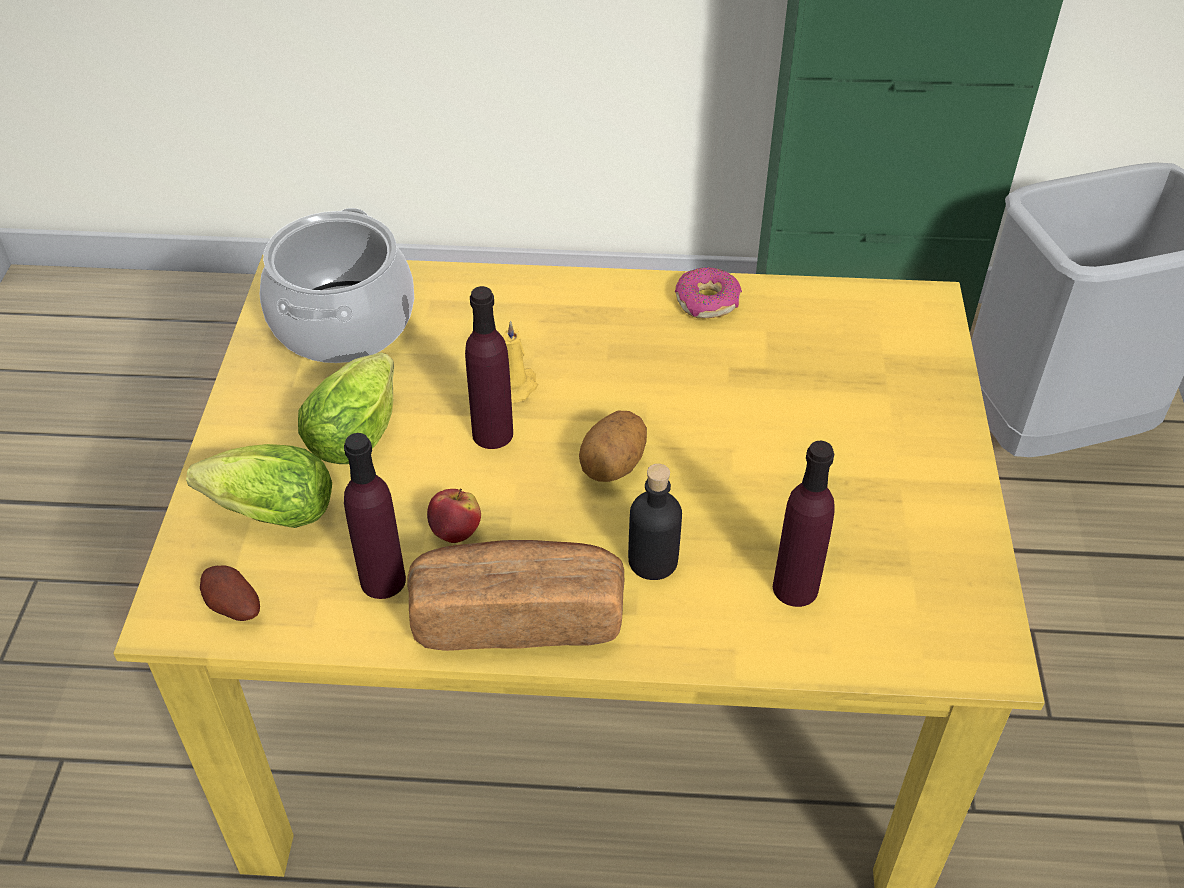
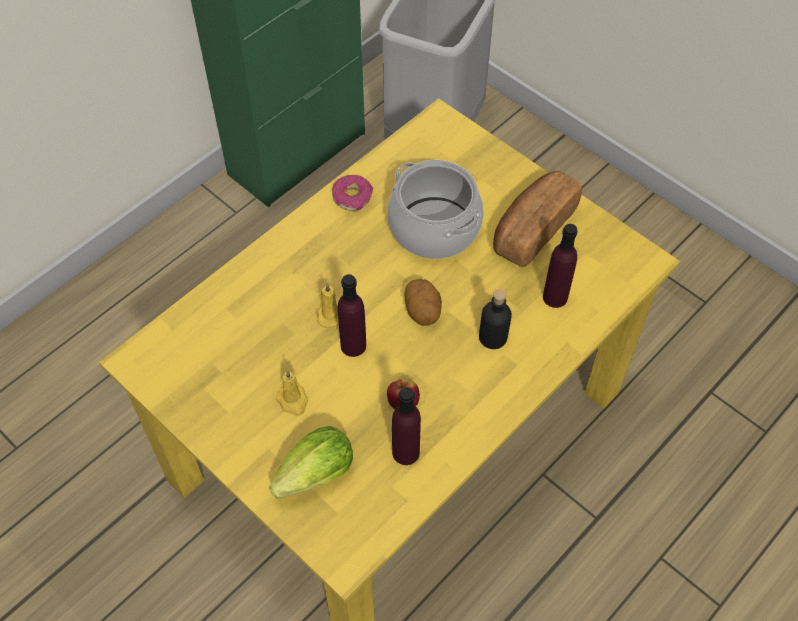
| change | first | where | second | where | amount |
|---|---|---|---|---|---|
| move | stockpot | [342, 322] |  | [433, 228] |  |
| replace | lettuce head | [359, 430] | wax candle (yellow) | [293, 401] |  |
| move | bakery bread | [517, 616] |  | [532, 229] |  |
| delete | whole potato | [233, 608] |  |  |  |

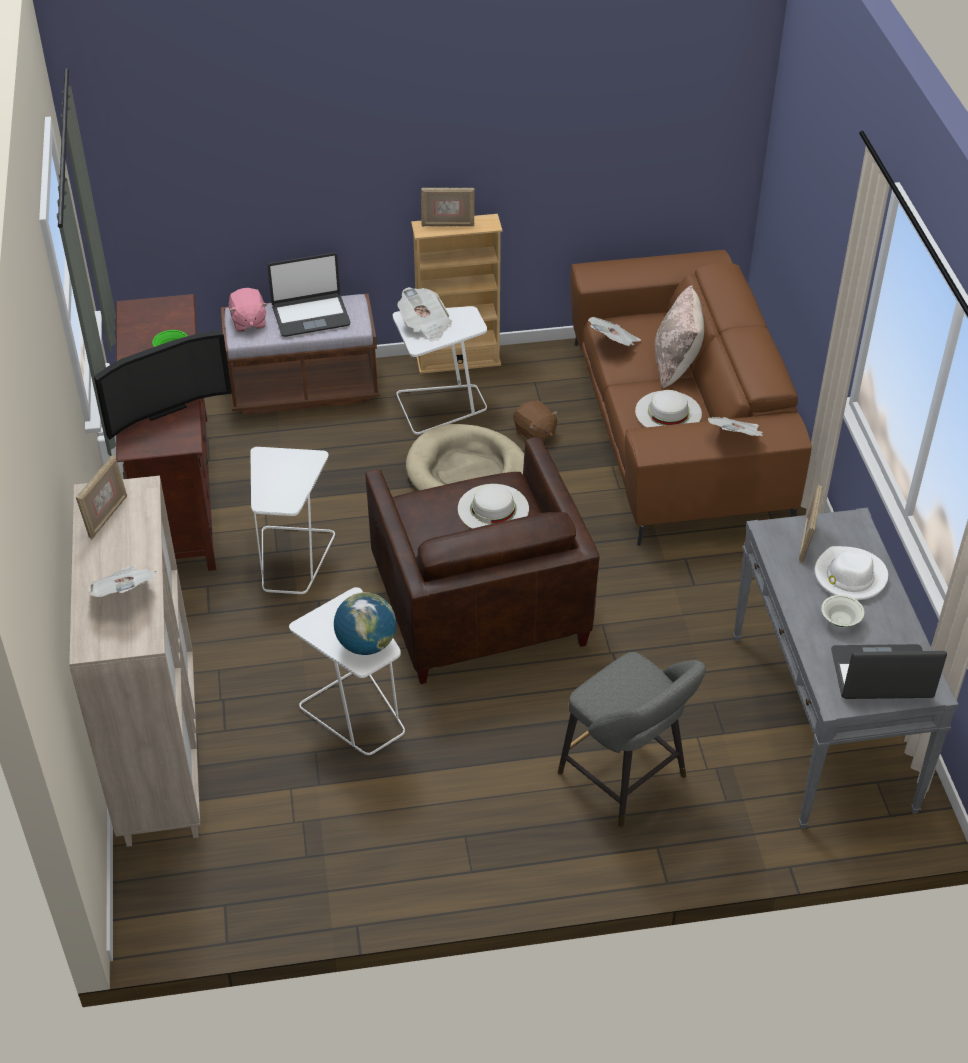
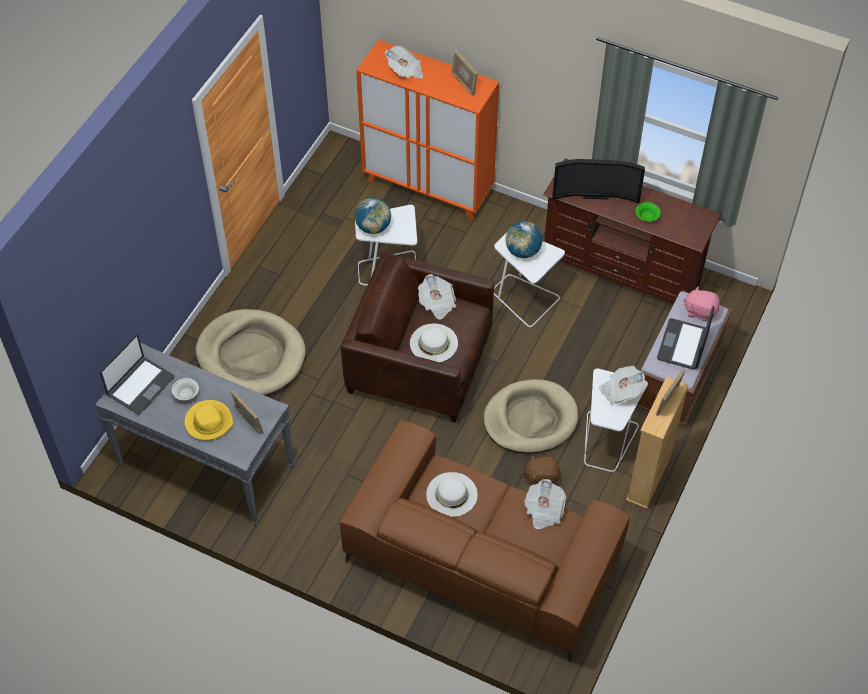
| change | first | where | second | where | amount |
|---|---|---|---|---|---|
| delete | throw pillow (sand-coloured) | [676, 365] |  |  |  |
| rotate | TV | [163, 408] |  | [595, 193] | 90 degrees counterclockwise |
| move | printed paper | [736, 437] |  | [437, 303] |  |
| recolor | cabinet (sand-coloured) | [159, 756] | cabinet (orange) | [428, 187] |  |
| recolor | hat (white-coloured) | [849, 577] | hat (yellow) | [208, 421] |  |
| replace | sitting stool (greyish) | [627, 779] | pet bed (sand-coloured) | [251, 356] |  |
| insert |  |  | world globe | [523, 251] |  |

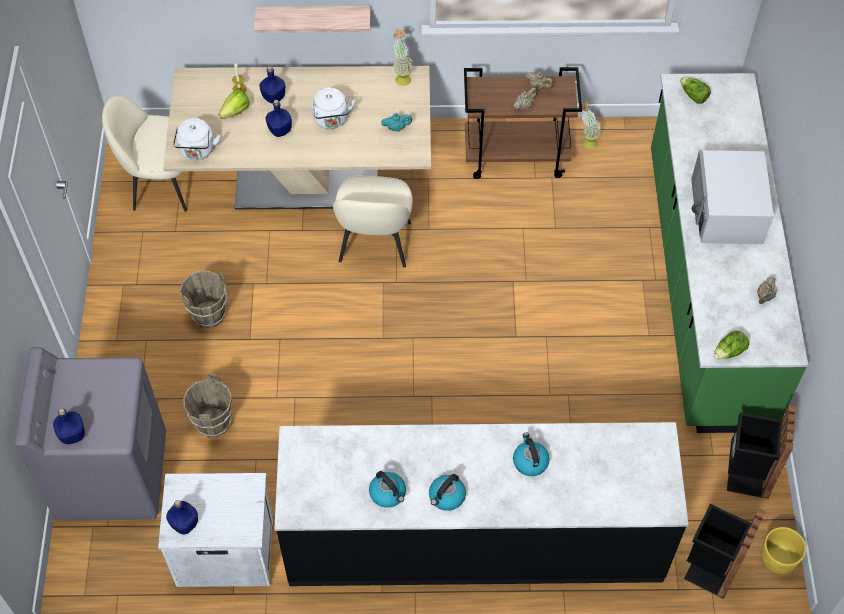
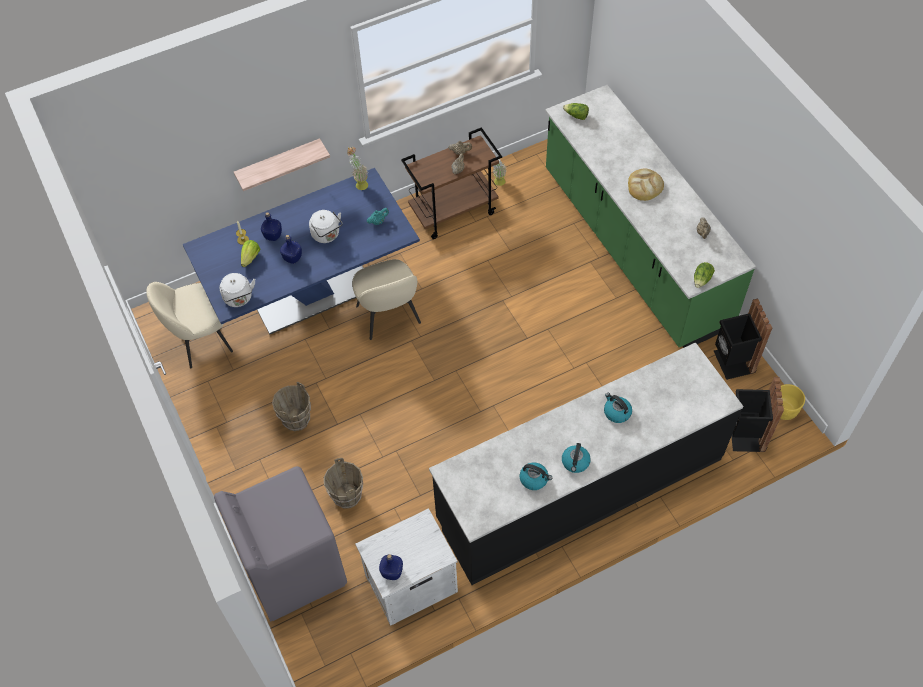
| change | first | where | second | where | amount |
|---|---|---|---|---|---|
| recolor | dinner table (sand-coloured) | [307, 182] | dinner table (blue-coloured) | [312, 292] |  |
| replace | kitchen microwave (white-coloured) | [727, 211] | bakery bread | [645, 186] |  |
| delete | drink bottle (blue-coloured) | [72, 435] |  |  |  |

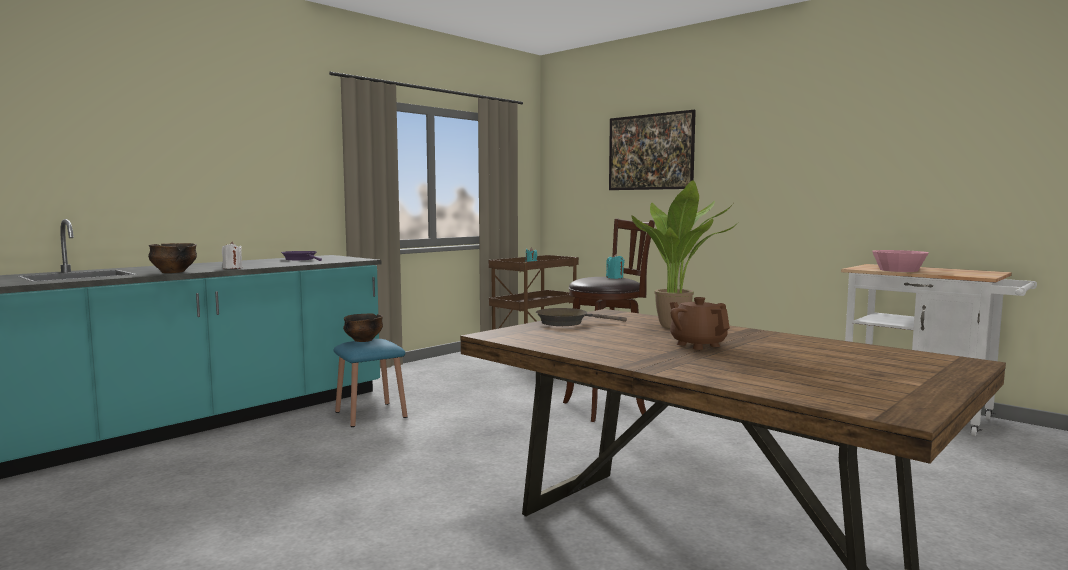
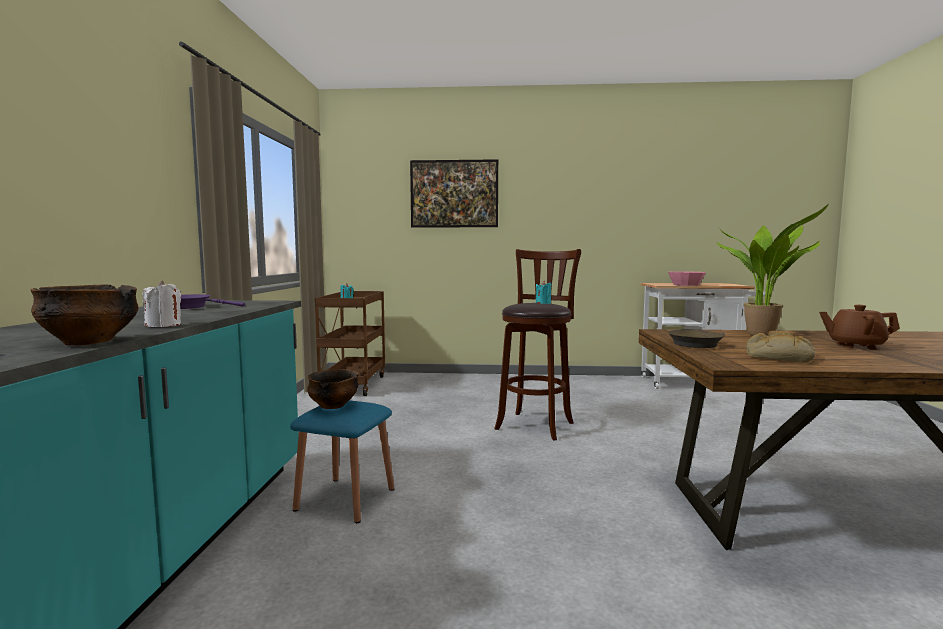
| change | first | where | second | where | amount |
|---|---|---|---|---|---|
| insert |  |  | bakery bread | [778, 356] |  |

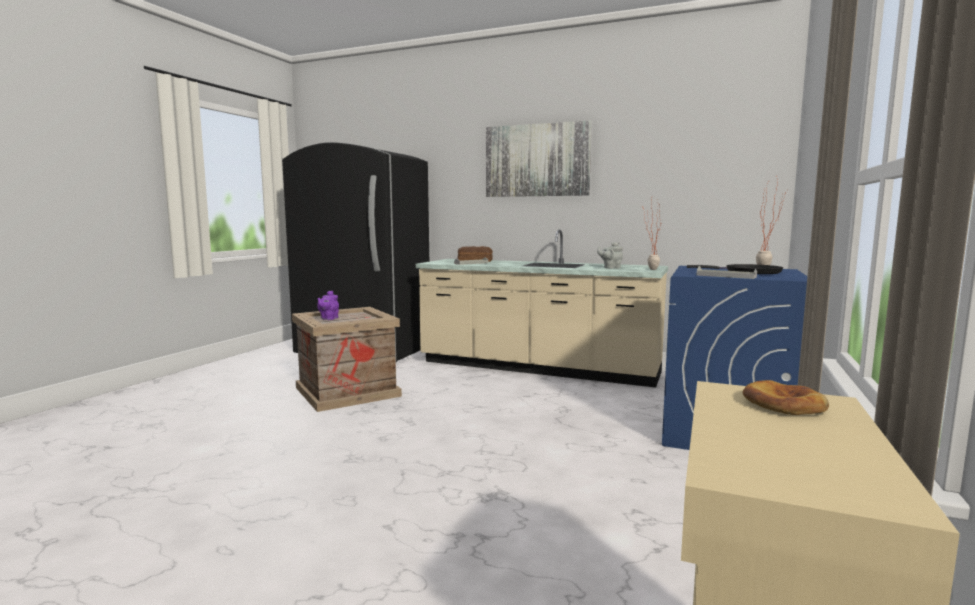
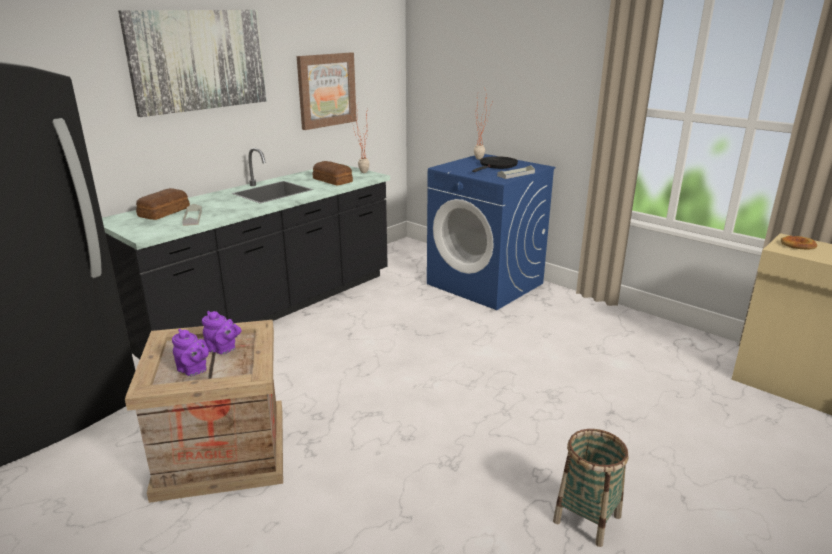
| change | first | where | second | where | amount |
|---|---|---|---|---|---|
| recolor | kitchen base unit (sand-coloured) | [537, 368] | kitchen base unit (black-coloured) | [270, 309] |  |
| replace | pot for tea (greyish) | [610, 268] | bakery bread | [332, 180] |  |
| insert |  |  | picture | [326, 90] |  |
| insert |  |  | pot for tea (purplish) | [223, 349] |  |
| insert |  |  | household basket | [587, 519] |  |

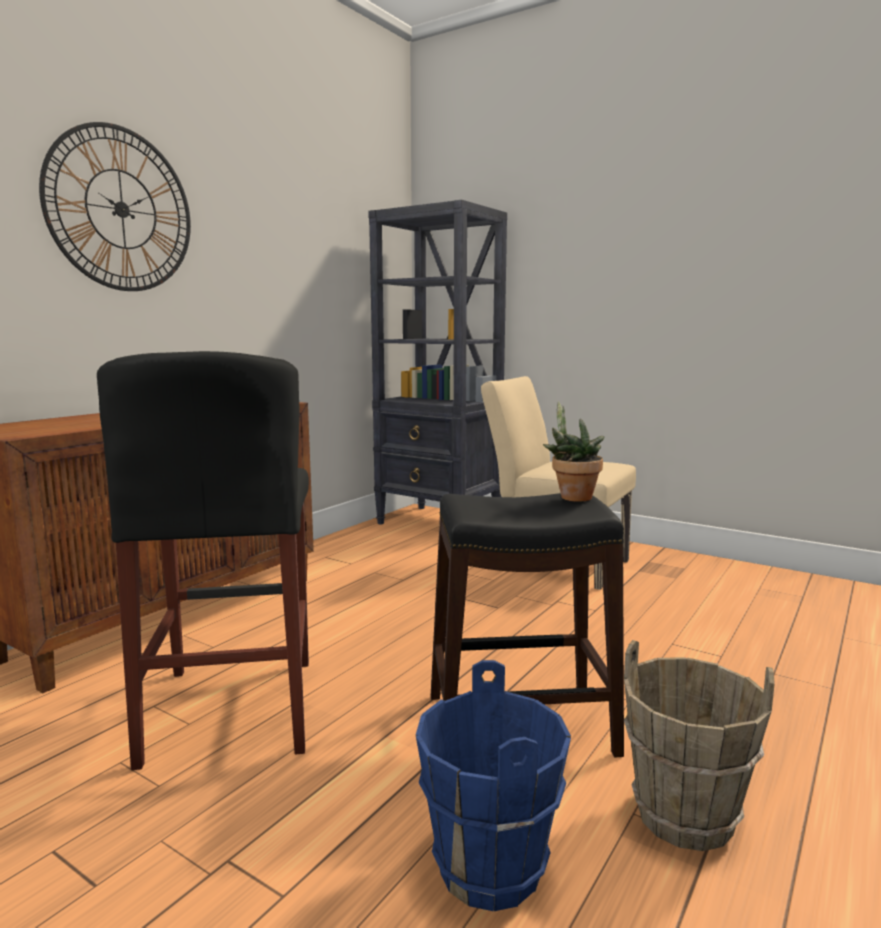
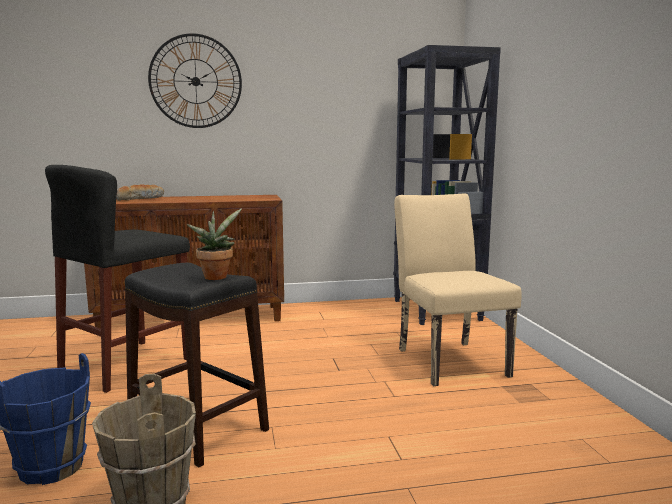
| change | first | where | second | where | amount |
|---|---|---|---|---|---|
| insert |  |  | bakery bread | [140, 199] |  |

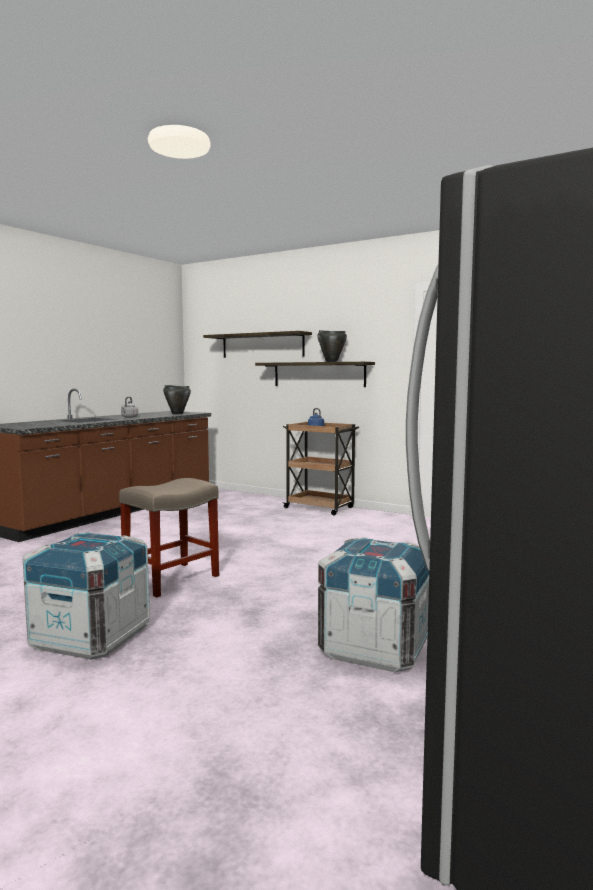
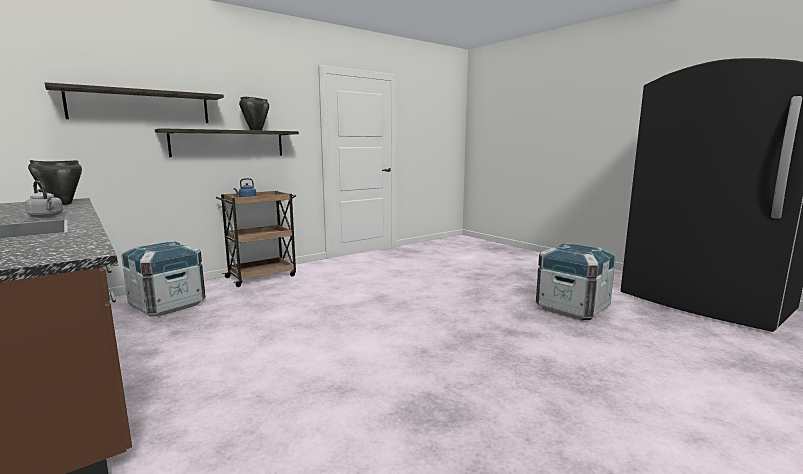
| change | first | where | second | where | amount |
|---|---|---|---|---|---|
| delete | sitting stool (sand-coloured) | [172, 579] |  |  |  |
| move | shipping crate | [90, 637] |  | [168, 305] |  |

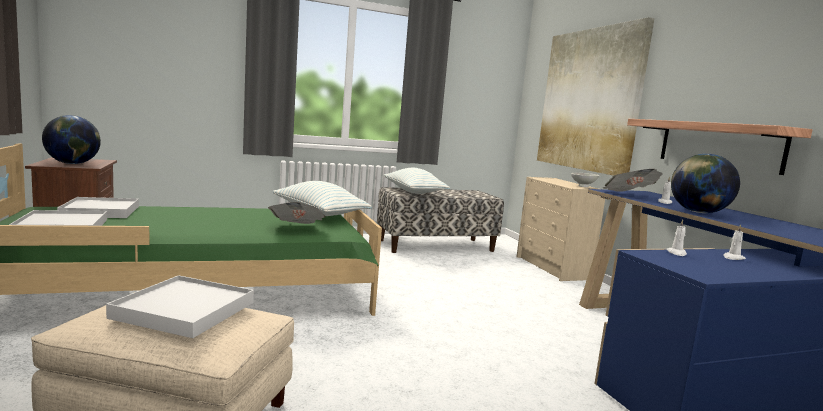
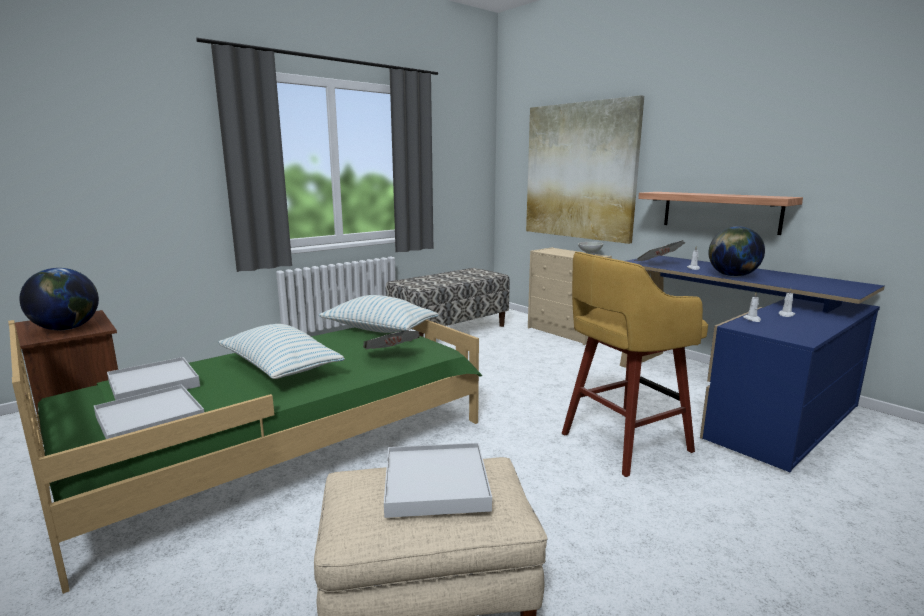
| change | first | where | second | where | amount |
|---|---|---|---|---|---|
| move | throw pillow | [413, 192] |  | [280, 368] |  |
| insert |  |  | sitting stool (yellow) | [622, 443] |  |

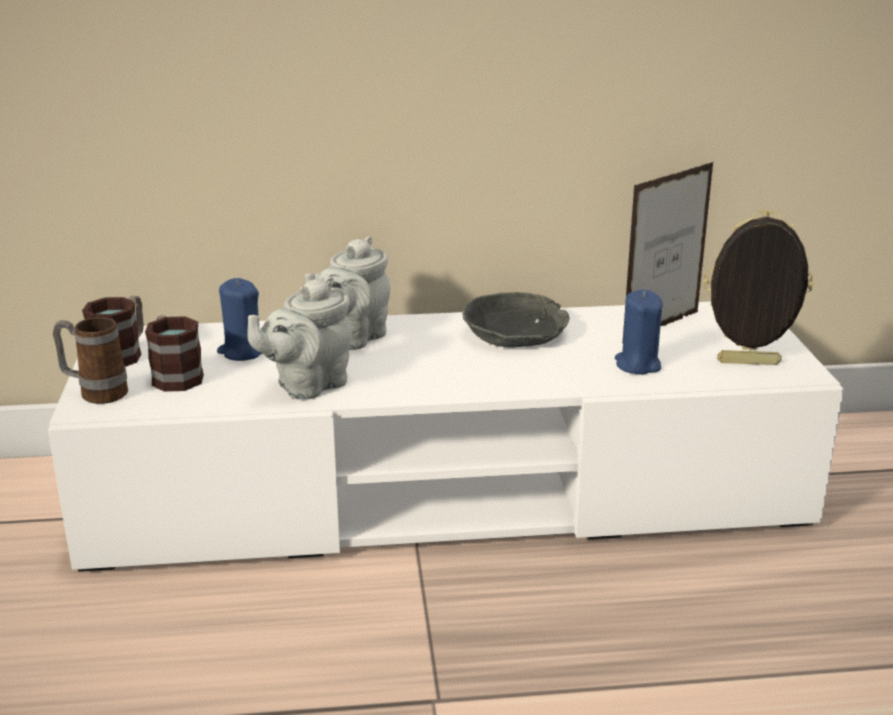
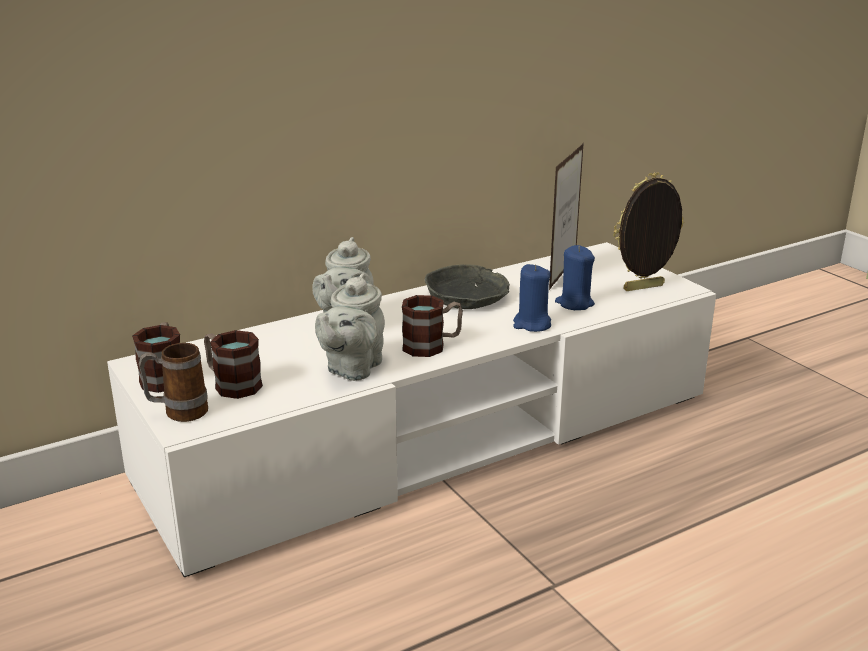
| change | first | where | second | where | amount |
|---|---|---|---|---|---|
| move | wax candle (blue-coloured) | [242, 352] |  | [532, 324] |  |
| insert |  |  | tea mug | [432, 346] |  |

